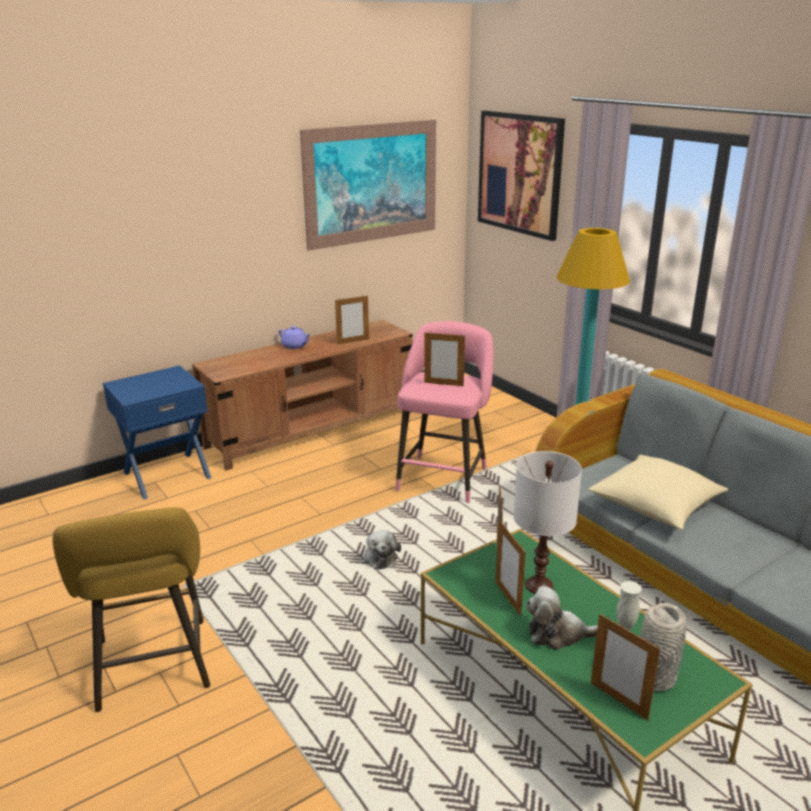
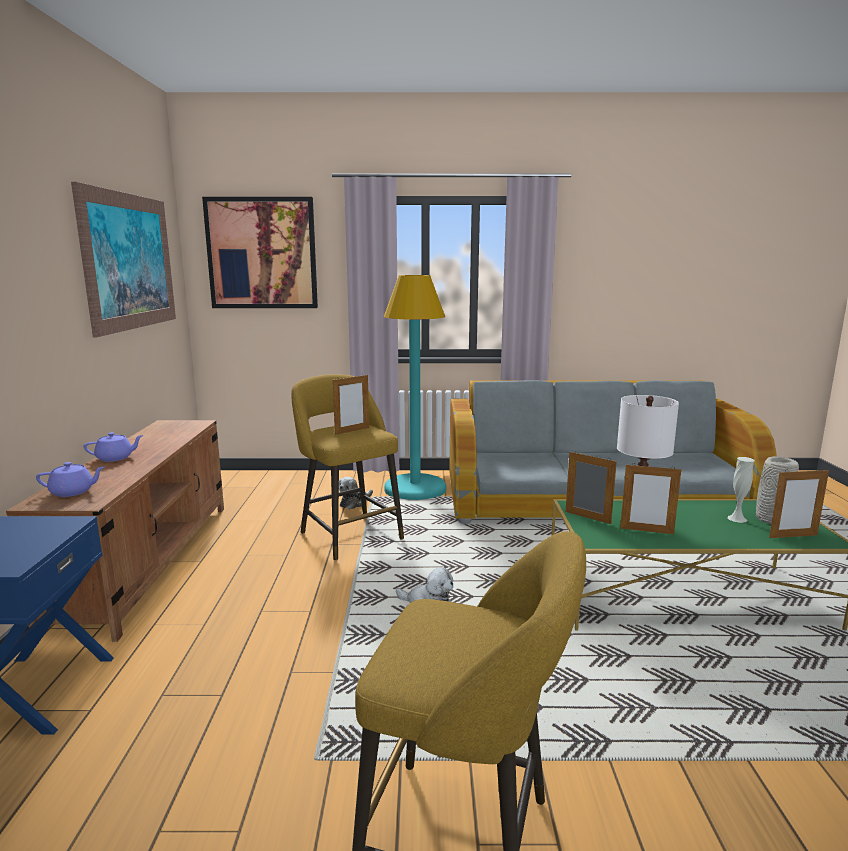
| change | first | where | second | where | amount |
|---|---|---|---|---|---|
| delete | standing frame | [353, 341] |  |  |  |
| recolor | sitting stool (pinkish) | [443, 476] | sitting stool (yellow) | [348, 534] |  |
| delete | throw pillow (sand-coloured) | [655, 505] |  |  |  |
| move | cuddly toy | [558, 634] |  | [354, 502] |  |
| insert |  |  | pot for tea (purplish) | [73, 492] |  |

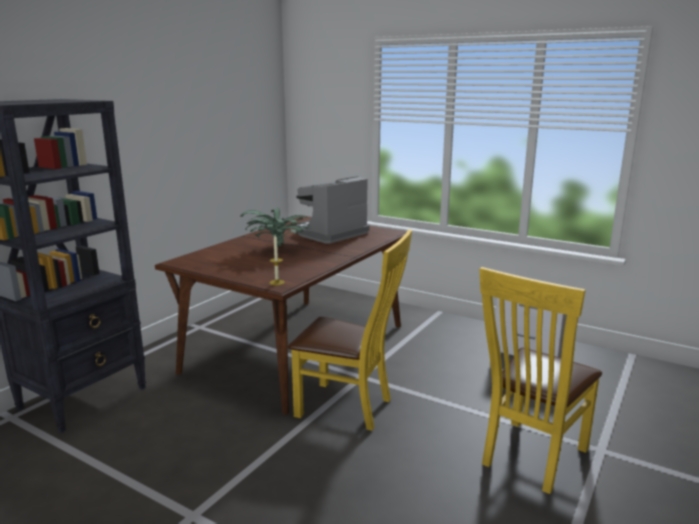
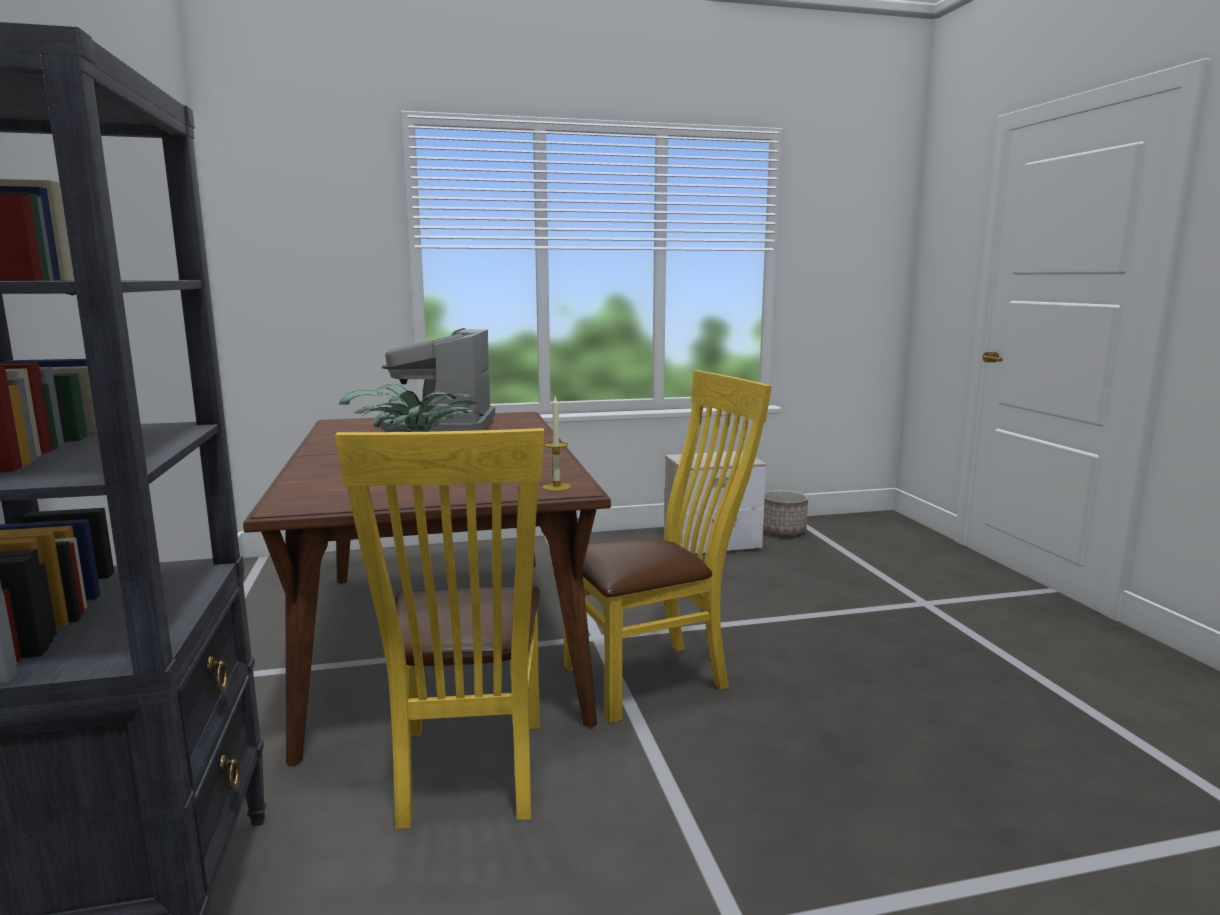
| change | first | where | second | where | amount |
|---|---|---|---|---|---|
| move | upright chair (yellow) | [530, 458] |  | [468, 777] |  |
| insert |  |  | flower pot | [783, 531] |  |

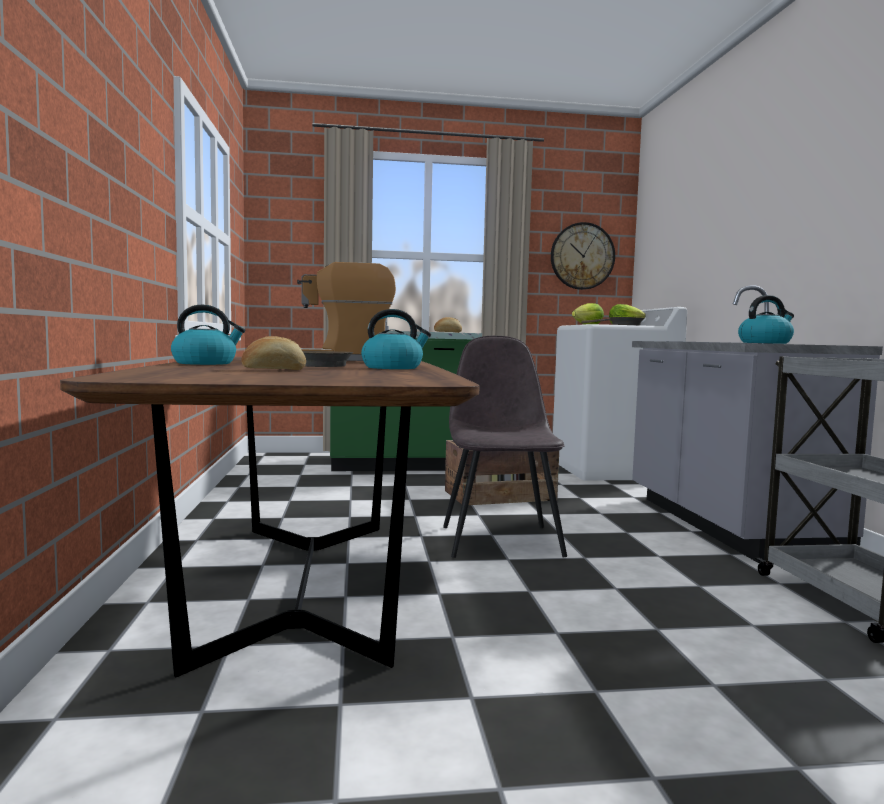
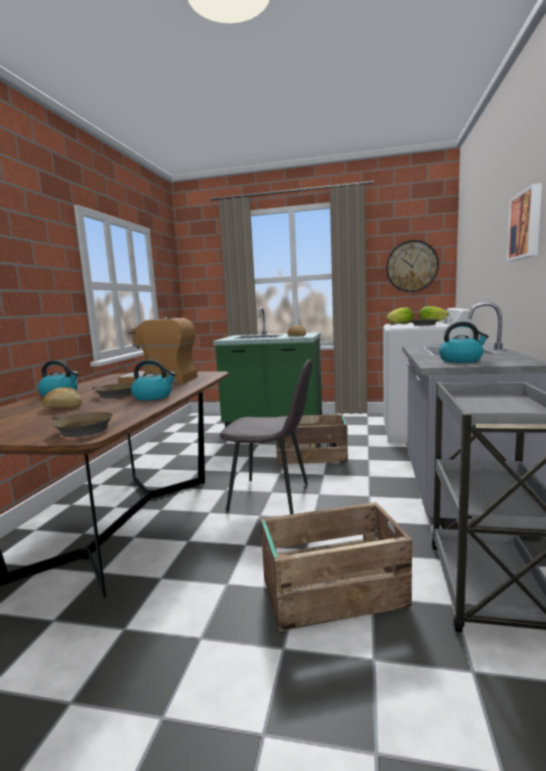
| change | first | where | second | where | amount |
|---|---|---|---|---|---|
| rotate | upright chair (greyish) | [500, 540] |  | [272, 497] | 90 degrees clockwise |
| insert |  |  | picture | [527, 225] |  |
| insert |  |  | pan (brown) | [81, 430] |  |
| insert |  |  | shipping crate | [331, 592] |  |

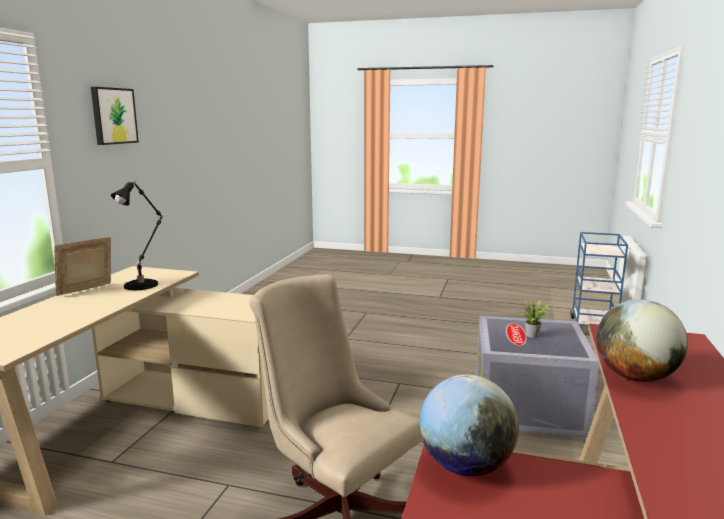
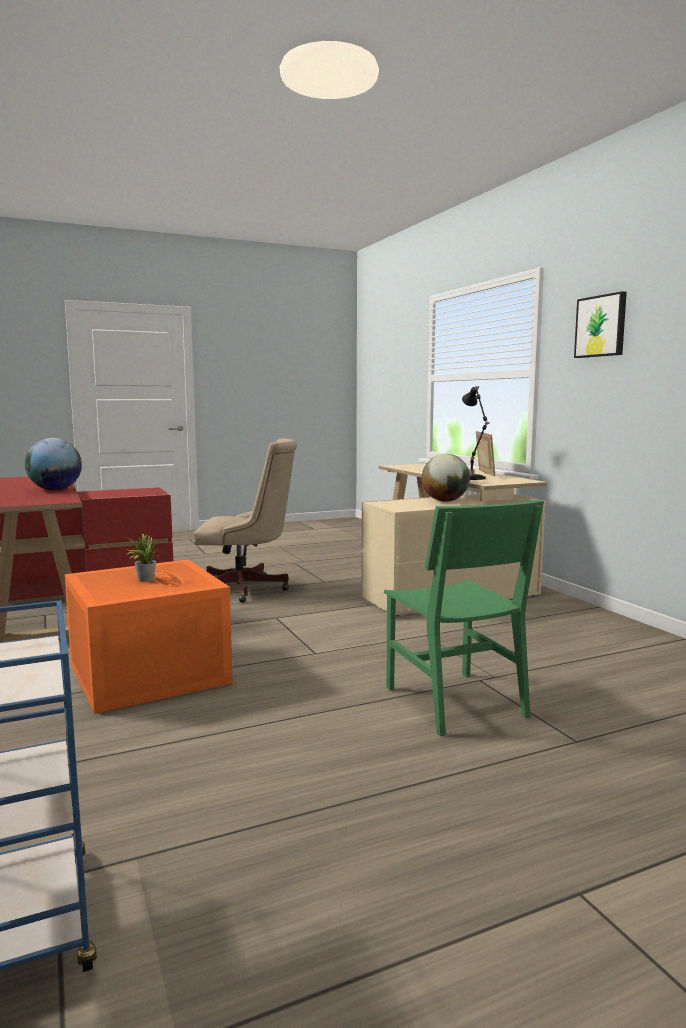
| change | first | where | second | where | amount |
|---|---|---|---|---|---|
| recolor | storage bin (greyish) | [529, 407] | storage bin (orange) | [146, 673] |  |
| move | world globe | [465, 466] |  | [445, 501] |  |
| insert |  |  | upright chair (greenish) | [454, 702] |  |

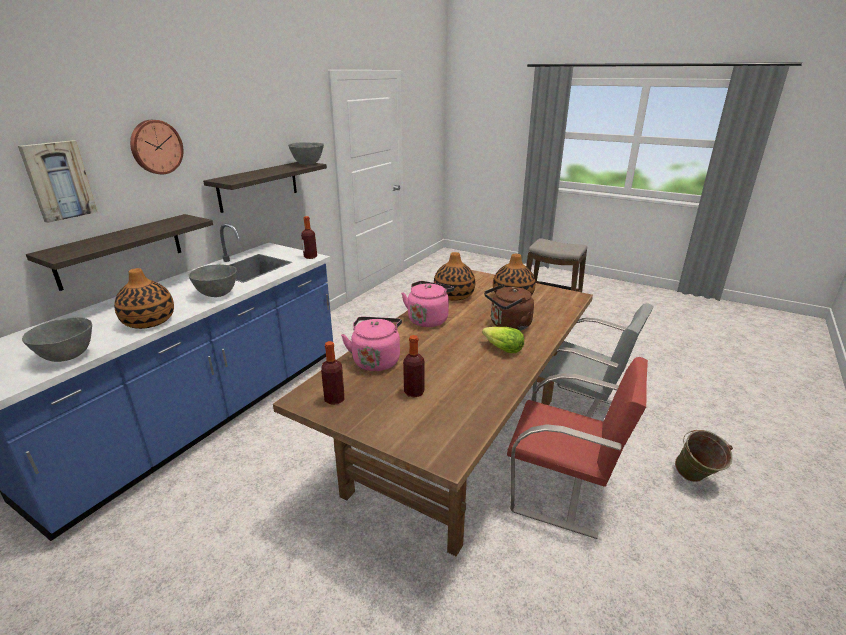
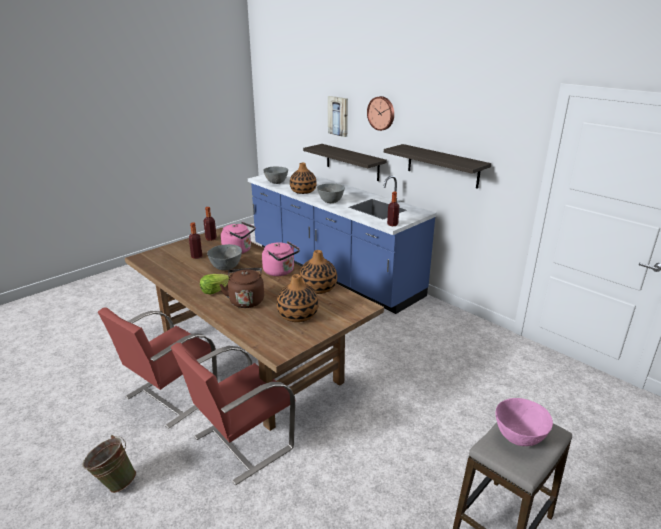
| change | first | where | second | where | amount |
|---|---|---|---|---|---|
| move | bowl (greyish) | [308, 164] |  | [226, 268] |  |
| recolor | upright chair (greyish) | [578, 413] | upright chair (red-coloured) | [241, 443] |  |
| insert |  |  | bowl (pinkish) | [518, 437] |  |

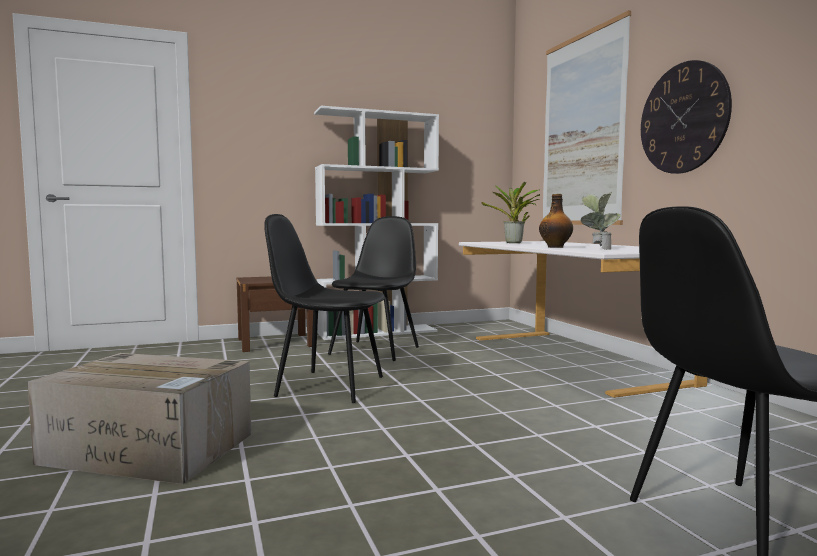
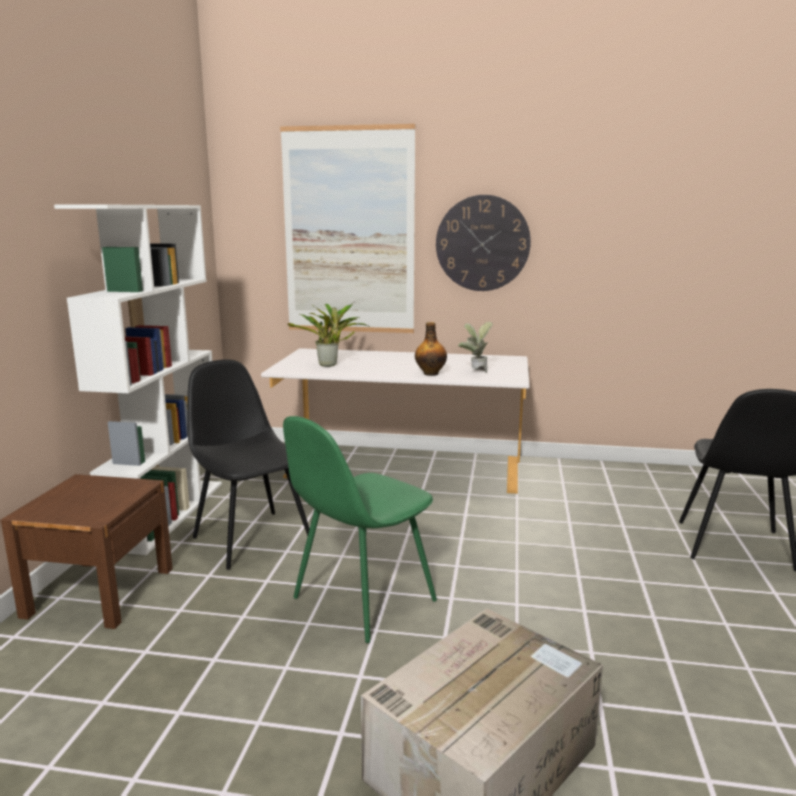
| change | first | where | second | where | amount |
|---|---|---|---|---|---|
| recolor | upright chair (black-coloured) | [328, 386] | upright chair (greenish) | [361, 601] |  |

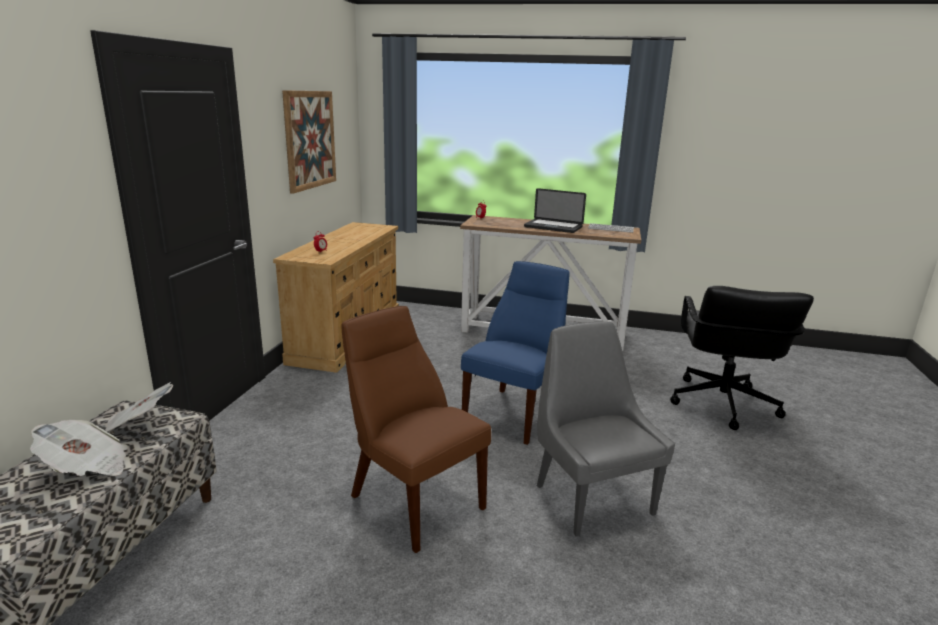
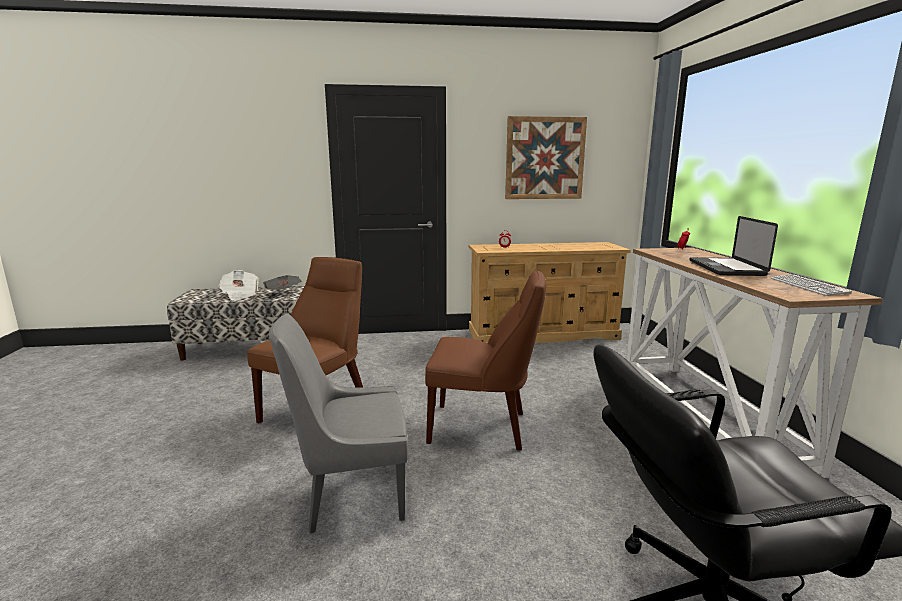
| change | first | where | second | where | amount |
|---|---|---|---|---|---|
| recolor | upright chair (blue-coloured) | [515, 412] | upright chair (brown) | [483, 427] |  |
| rotate | upright chair (greyish) | [591, 497] |  | [351, 494] | 150 degrees counterclockwise |

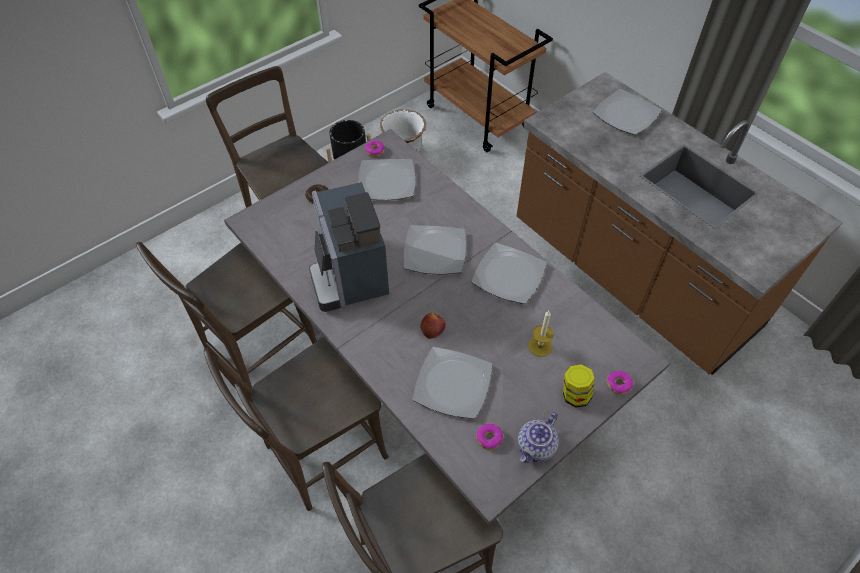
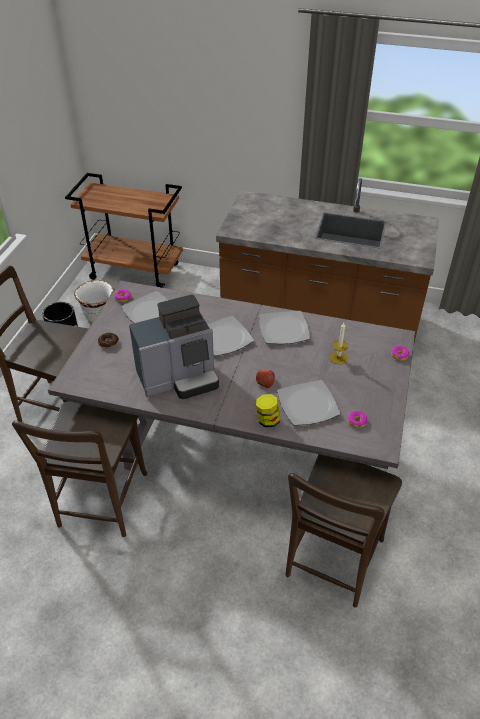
| change | first | where | second | where | amount |
|---|---|---|---|---|---|
| delete | plate | [625, 114] |  |  |  |
| rotate | coffee brewer | [350, 274] |  | [179, 378] | 60 degrees counterclockwise |
| delete | upright chair (brown) | [320, 455] |  |  |  |
| move | preserve jar | [575, 395] |  | [267, 420] |  |
| delete | pot for tea | [536, 447] |  |  |  |

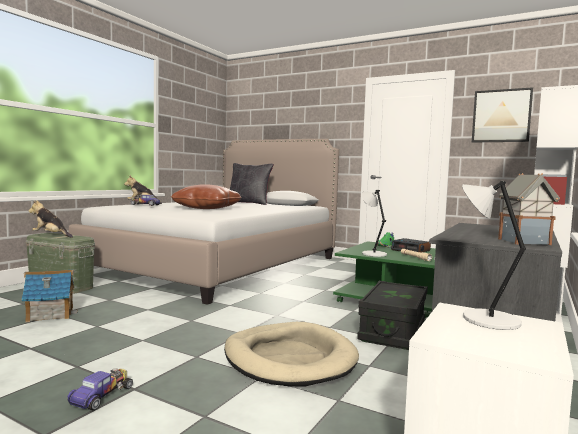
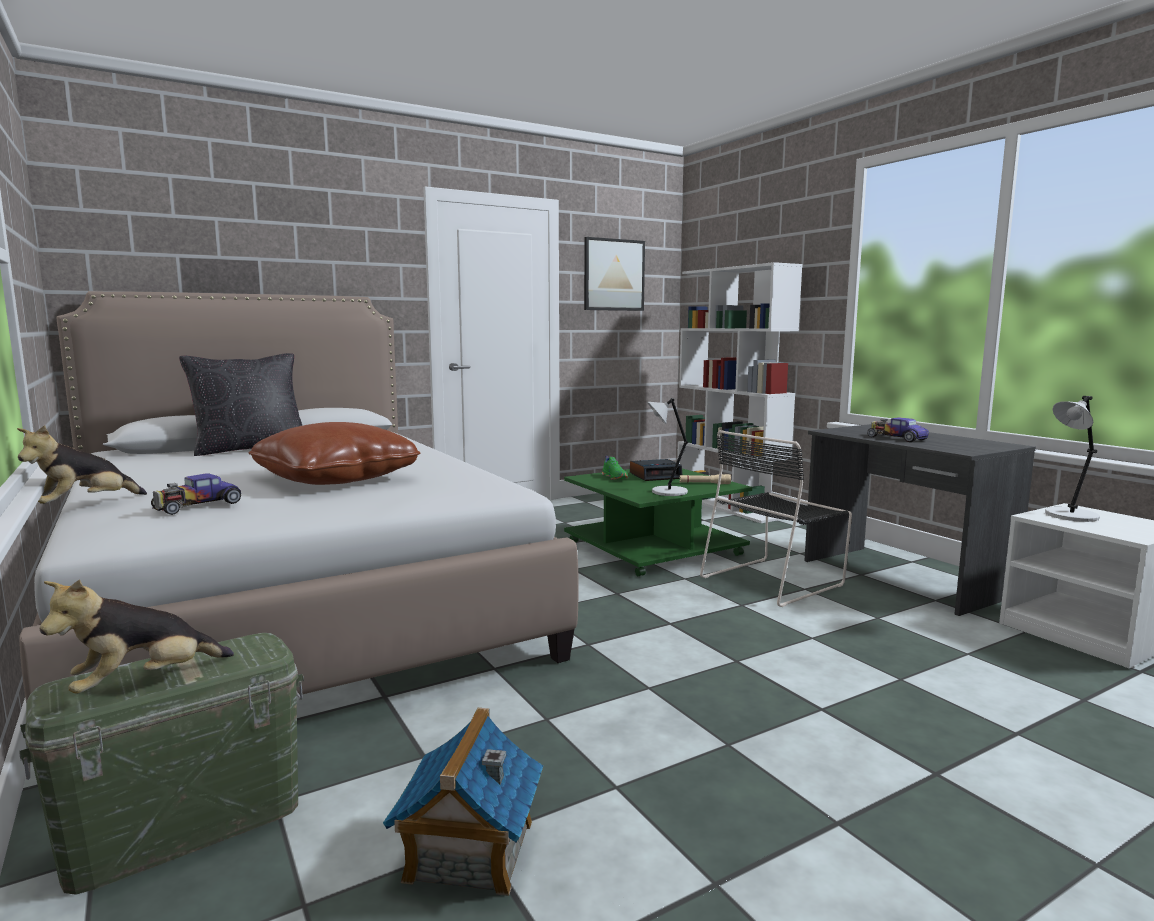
| change | first | where | second | where | amount |
|---|---|---|---|---|---|
| delete | model house | [525, 242] |  |  |  |
| replace | storage bin (black-coloured) | [393, 331] | upright chair (black-coloured) | [774, 580] |  |
| delete | pet bed (sand-coloured) | [289, 358] |  |  |  |
| move | toy car | [102, 395] |  | [896, 438] |  |

